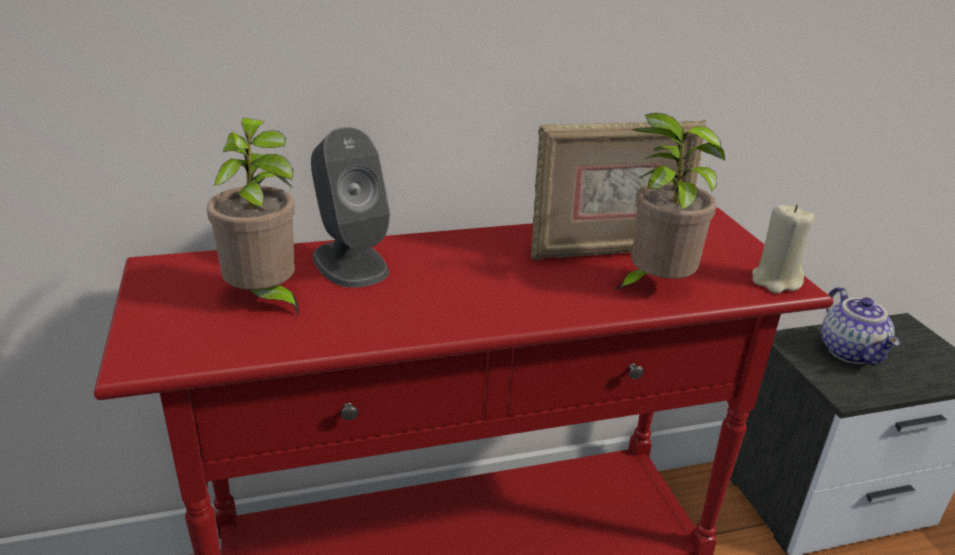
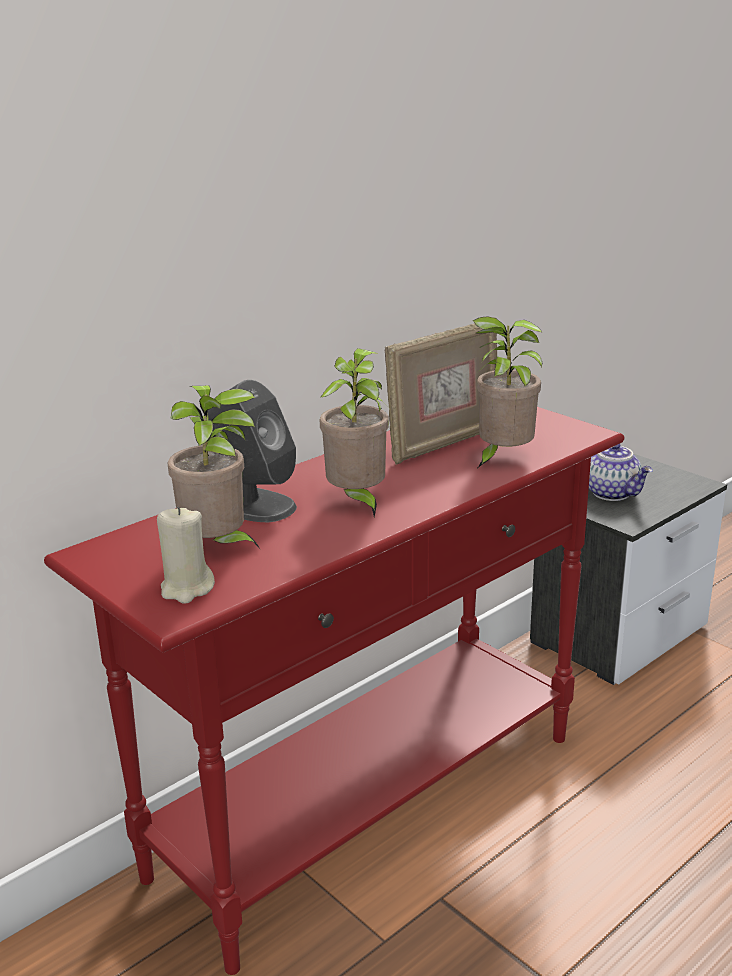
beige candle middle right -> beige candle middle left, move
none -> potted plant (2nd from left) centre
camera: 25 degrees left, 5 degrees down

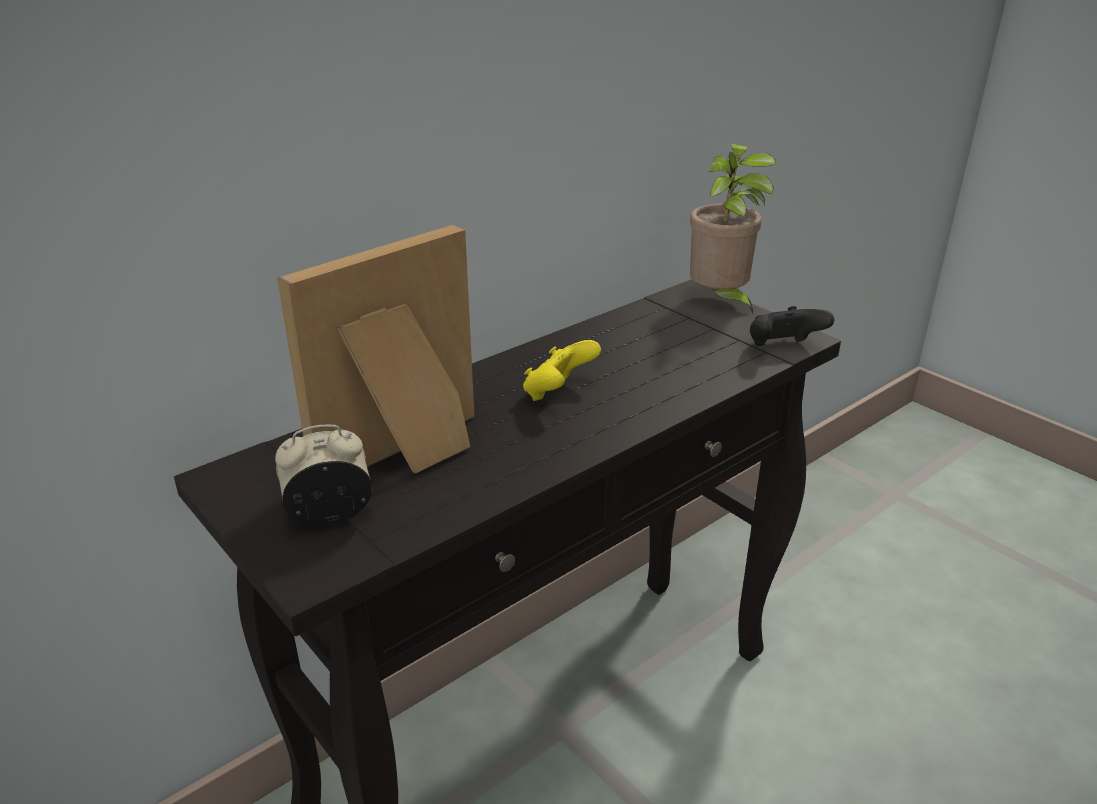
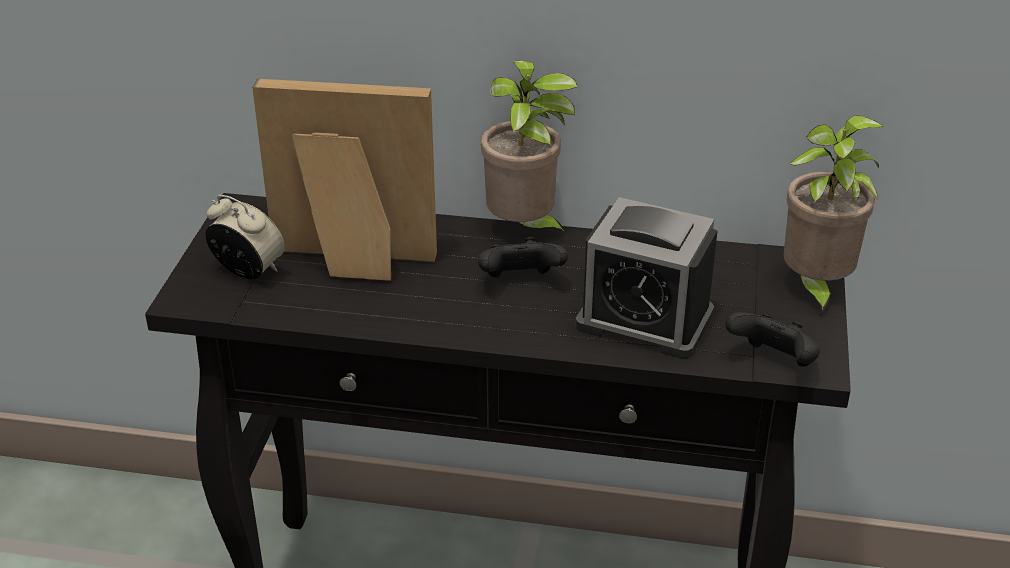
yellow game controller centre -> black game controller (1st from left) centre
none -> potted plant (1st from left) top centre
none -> alarm clock (2nd from left) centre
camera: 50 degrees right, 5 degrees up

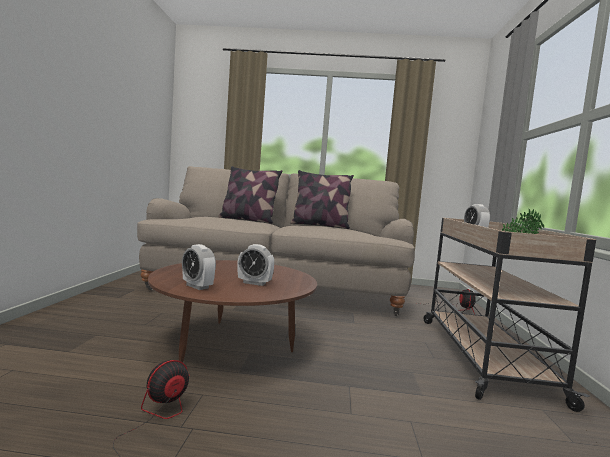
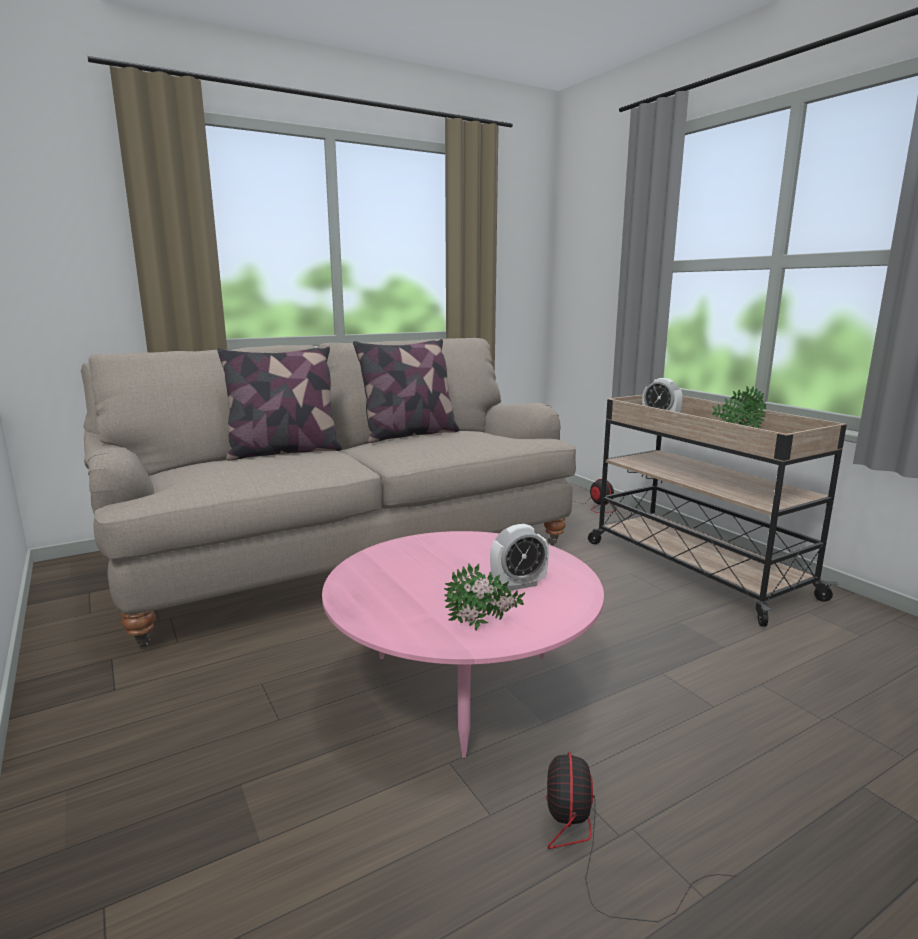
alarm clock (1st from left) middle left -> potted plant (1st from left) centre
brown coffee table bottom centre -> pink coffee table bottom centre
camera: 35 degrees left, 10 degrees up

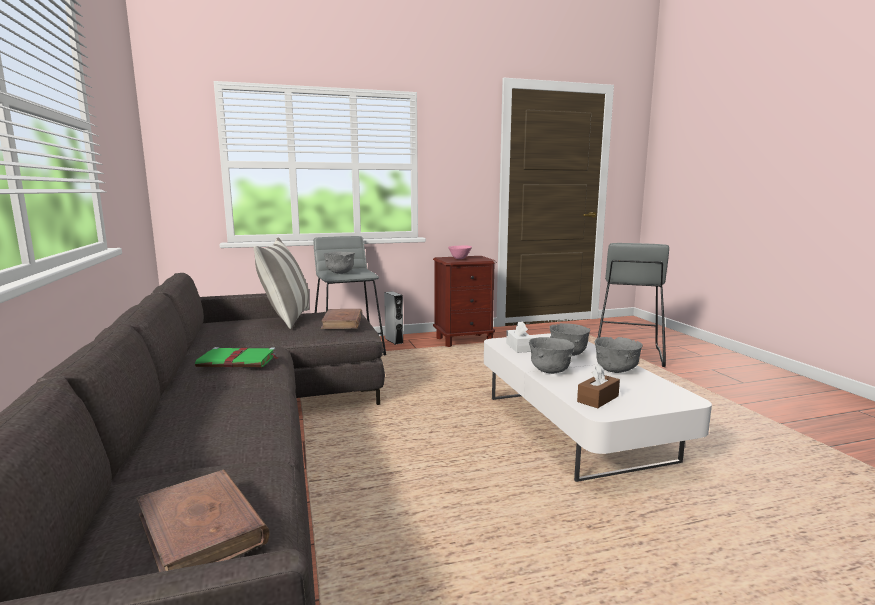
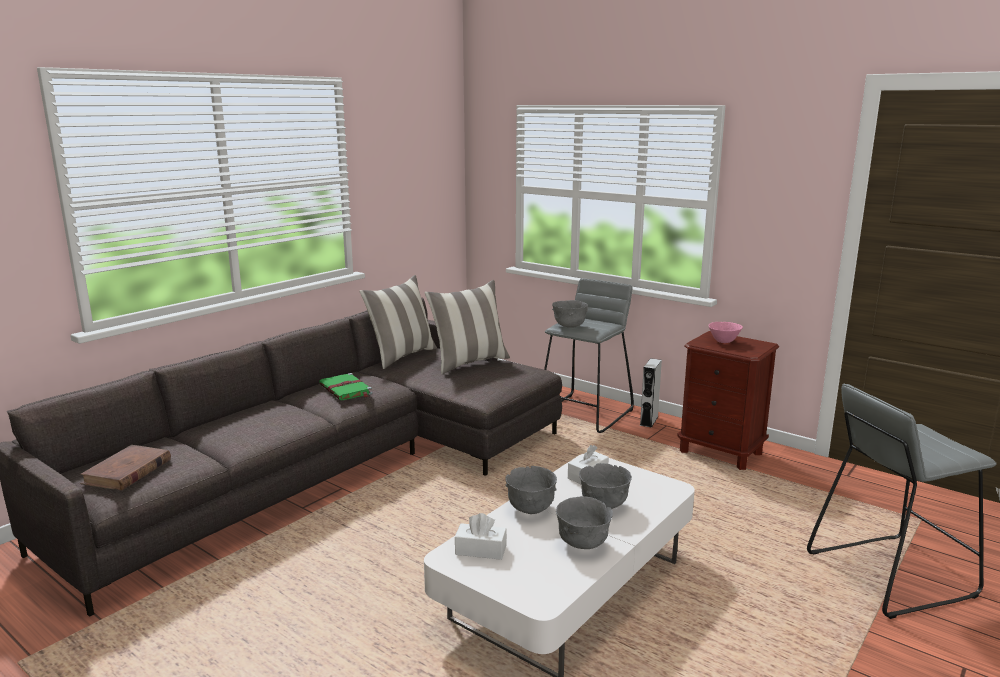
brown book (2nd from left) centre -> none
brown tissue box middle right -> white tissue box (1st from left) bottom centre
none -> pillow (1st from left) centre
camera: 55 degrees right, 5 degrees up

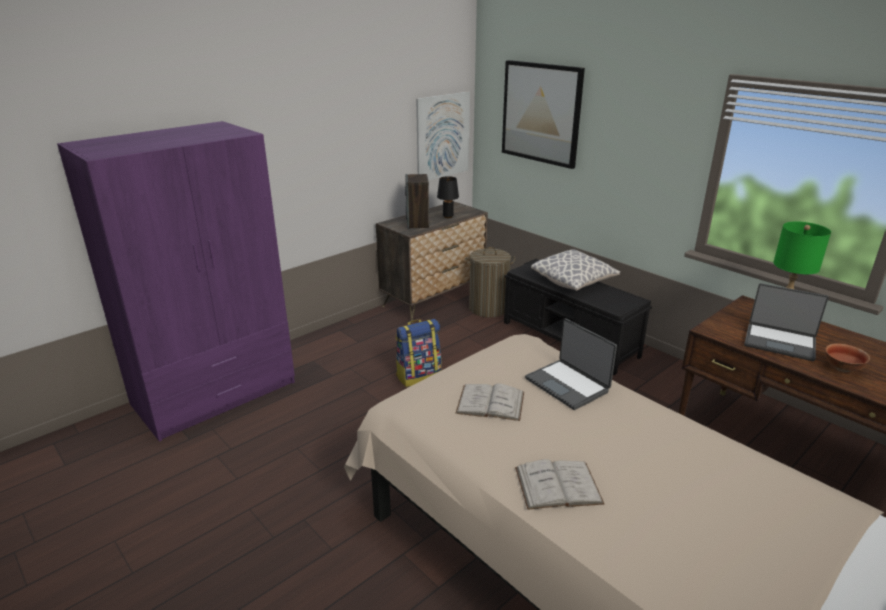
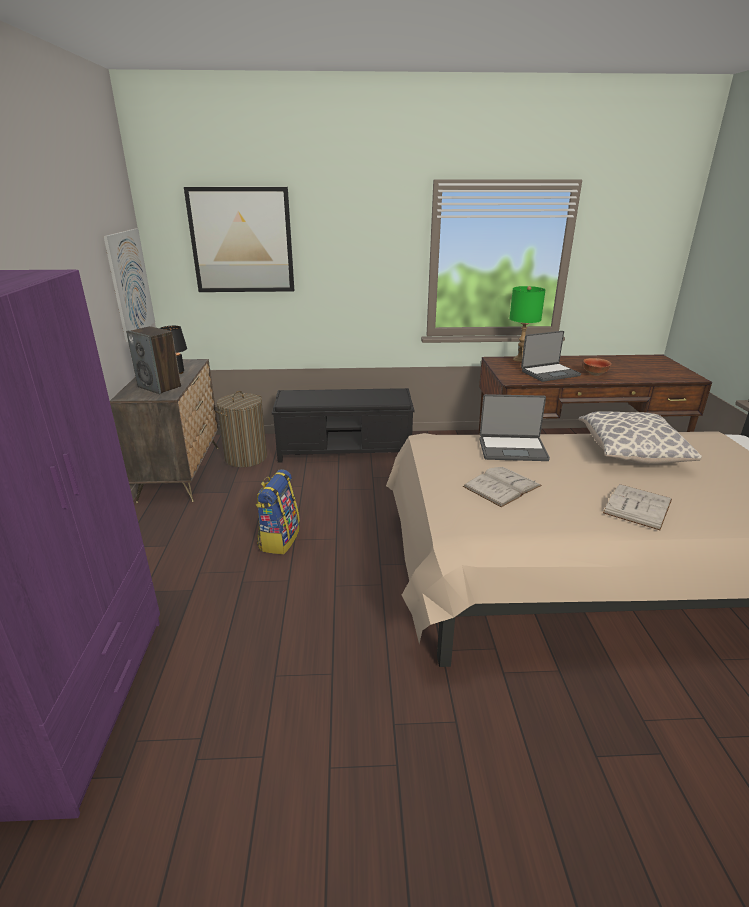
pillow centre -> pillow middle right, move
camera: 50 degrees left, 0 degrees up

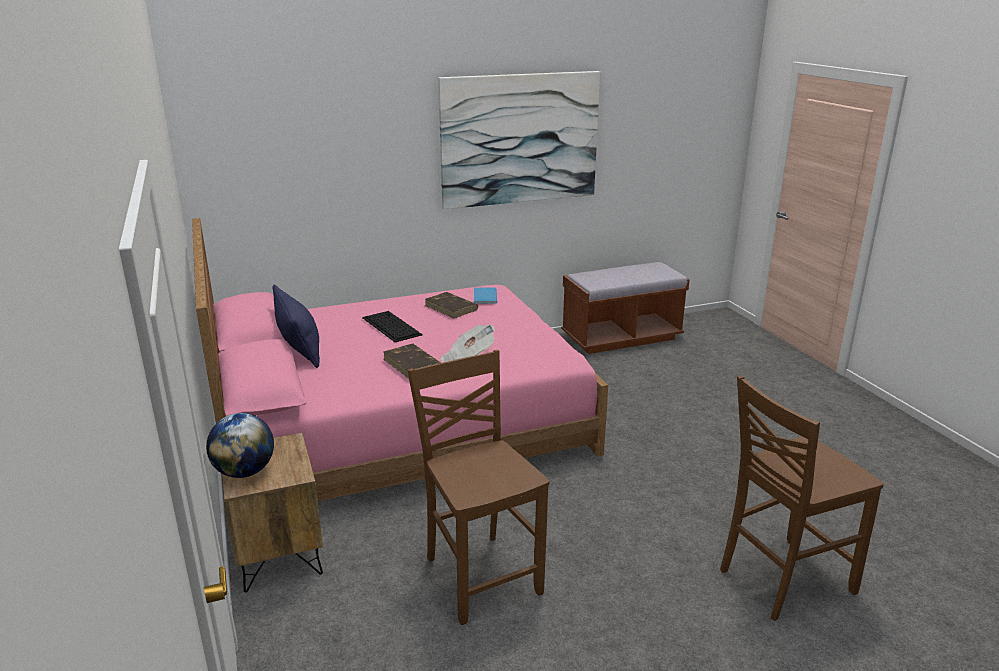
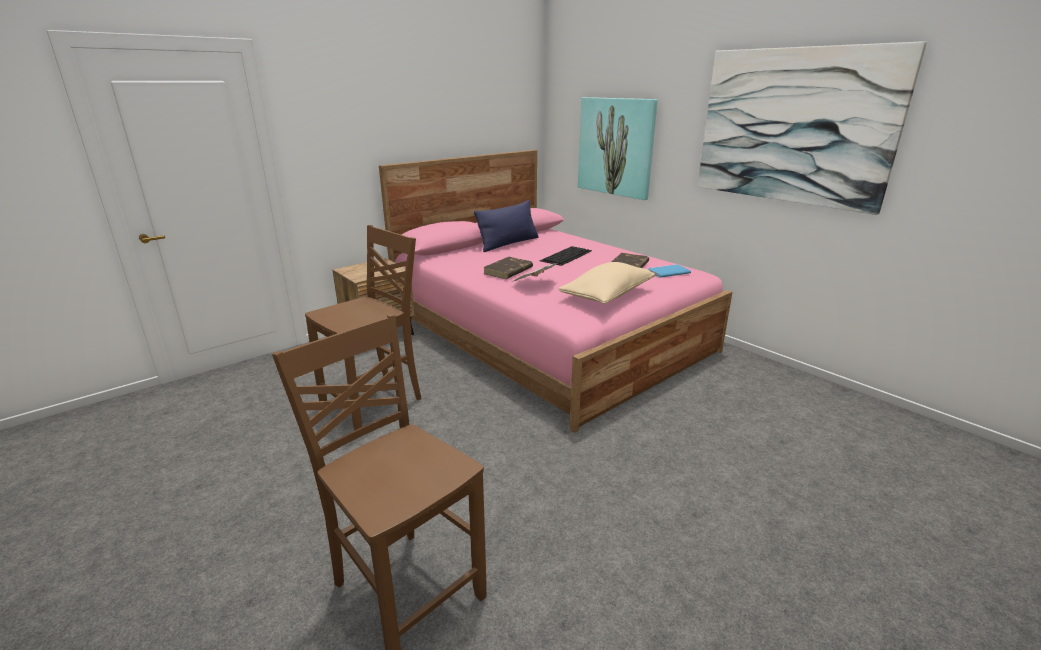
brown bench centre -> none
globe middle left -> none
none -> picture (1st from left) top centre
none -> beige pillow centre
camera: 70 degrees right, 0 degrees up

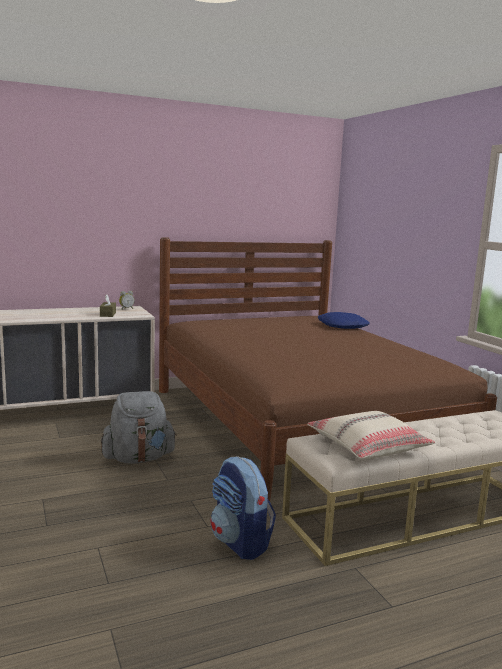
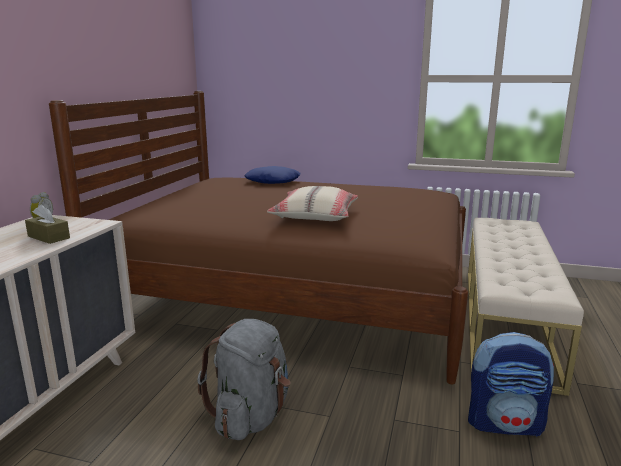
beige pillow middle right -> beige pillow centre, move
camera: 50 degrees left, 5 degrees up

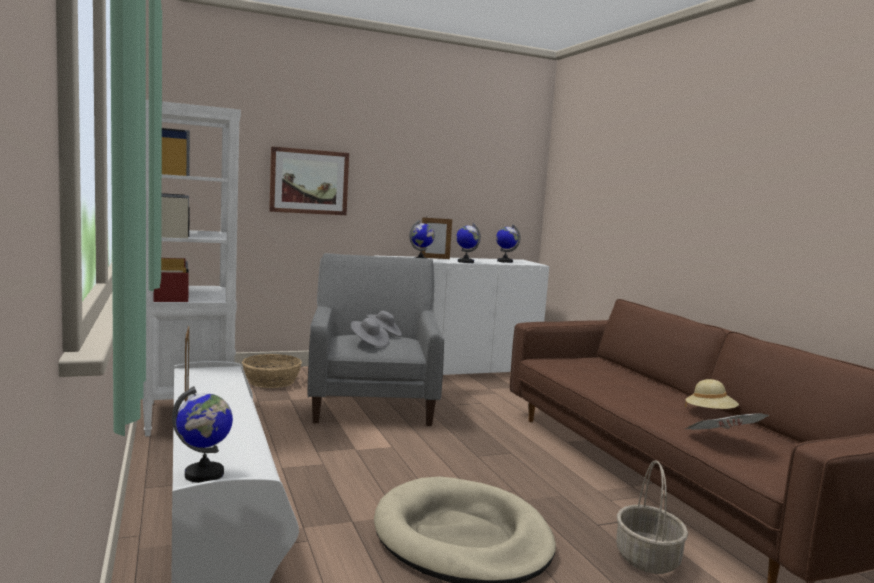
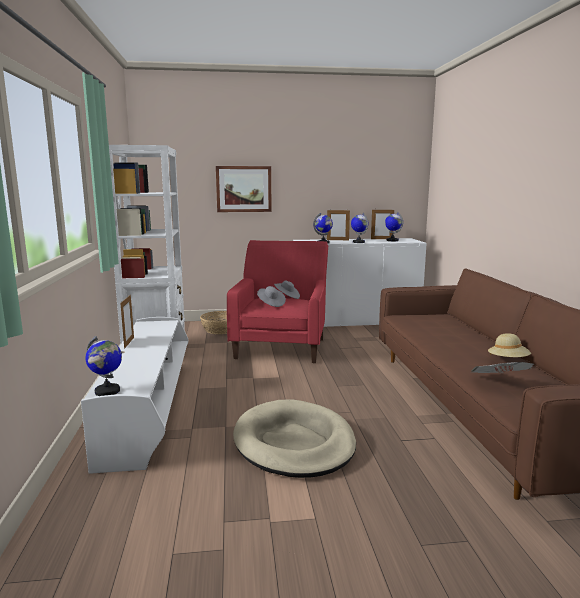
grey armchair centre -> red armchair centre
basket (2nd from left) bottom right -> none
none -> picture frame (3rd from left) centre
camera: 15 degrees right, 5 degrees up

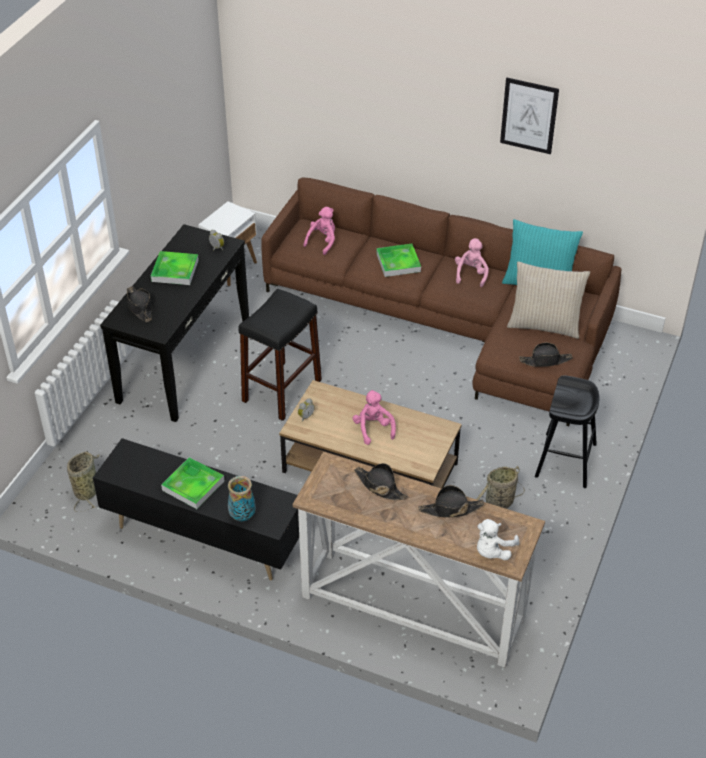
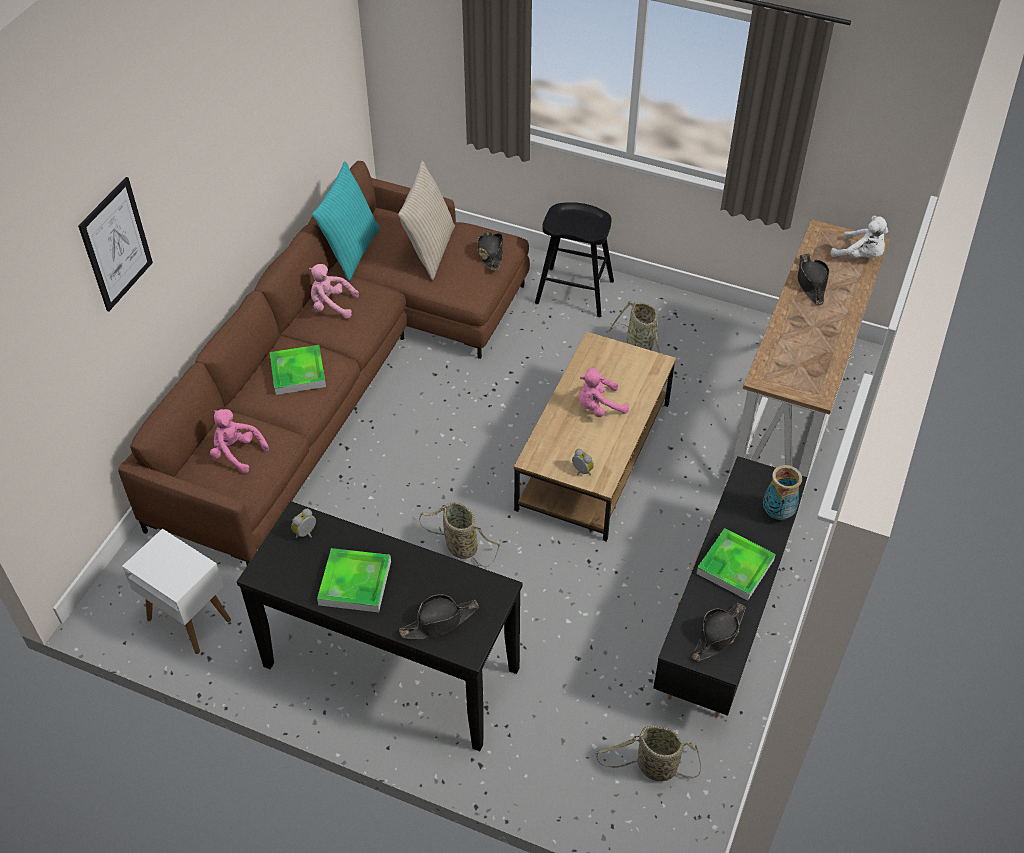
picture top right -> picture top left, move
black stool (1st from left) centre -> basket (1st from left) centre
black hat (2nd from left in the first image) centre -> black hat (3rd from left) bottom right, move
camera: 90 degrees left, 5 degrees up

